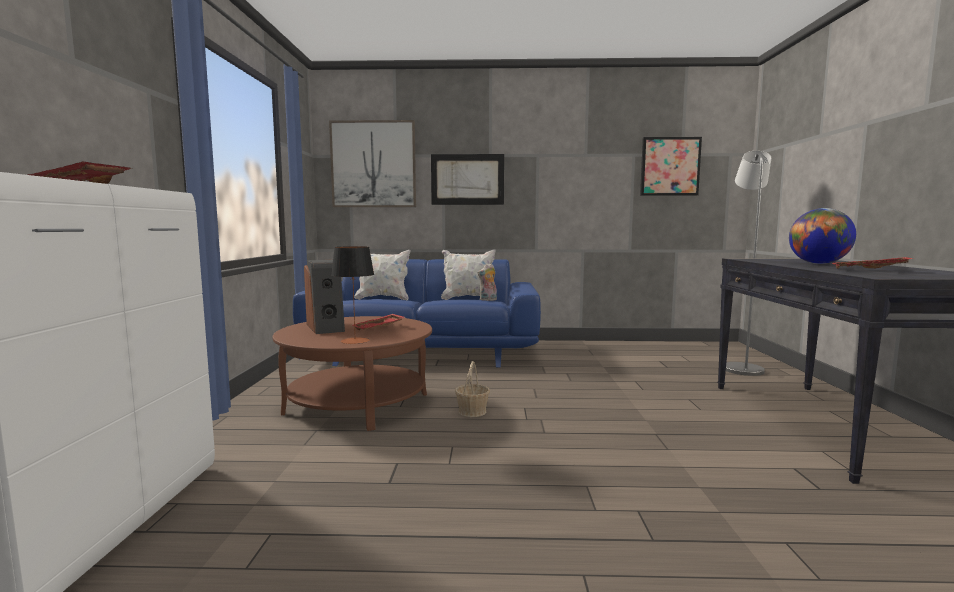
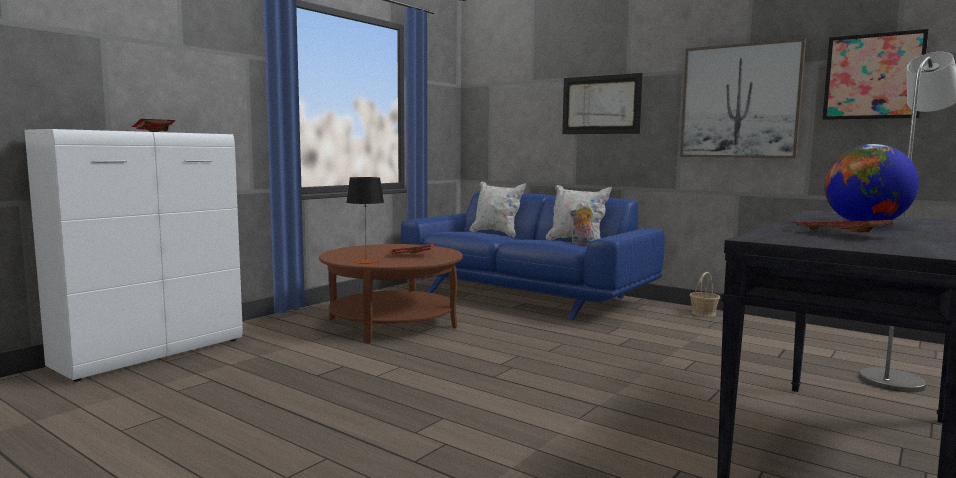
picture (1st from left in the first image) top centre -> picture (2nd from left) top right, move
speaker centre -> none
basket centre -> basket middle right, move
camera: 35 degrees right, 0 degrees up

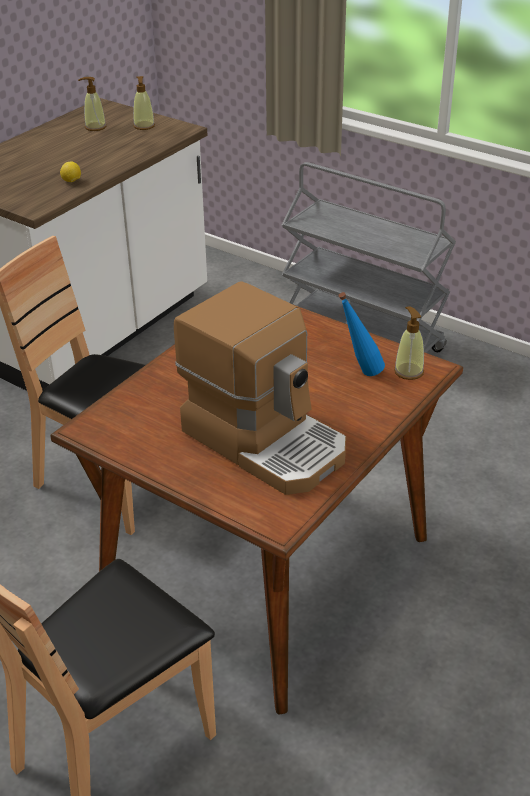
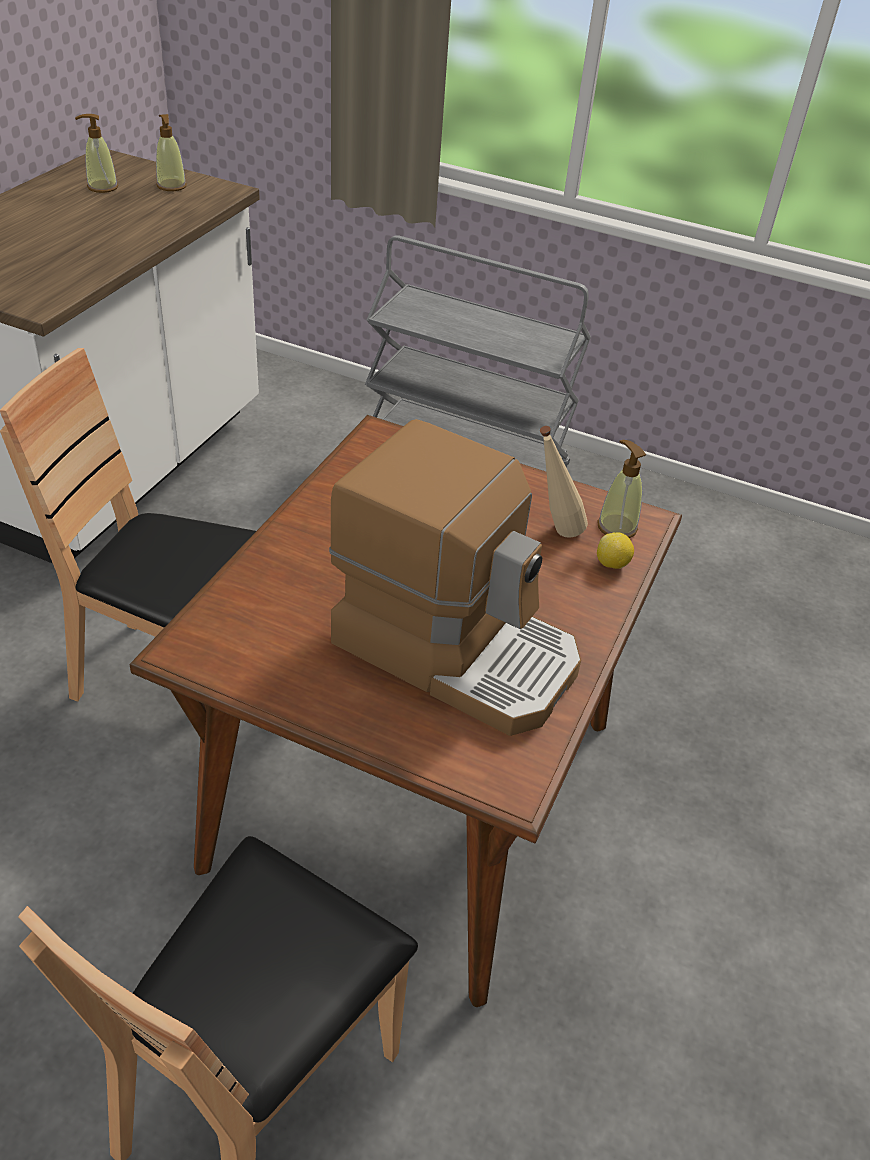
lemon top left -> lemon middle right, move
blue bottle middle right -> beige bottle centre
camera: 15 degrees left, 5 degrees up

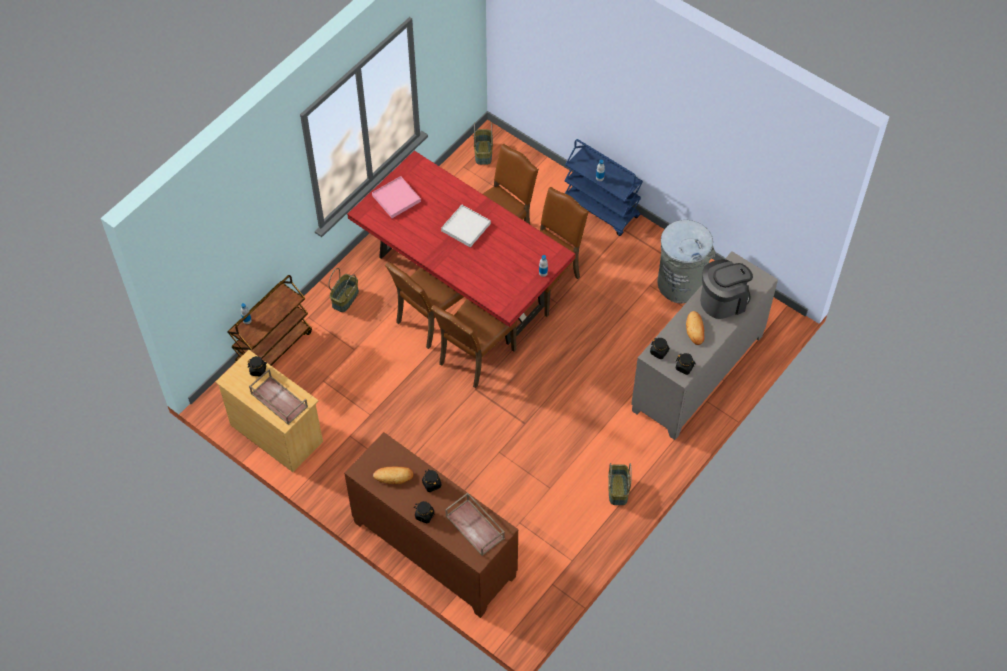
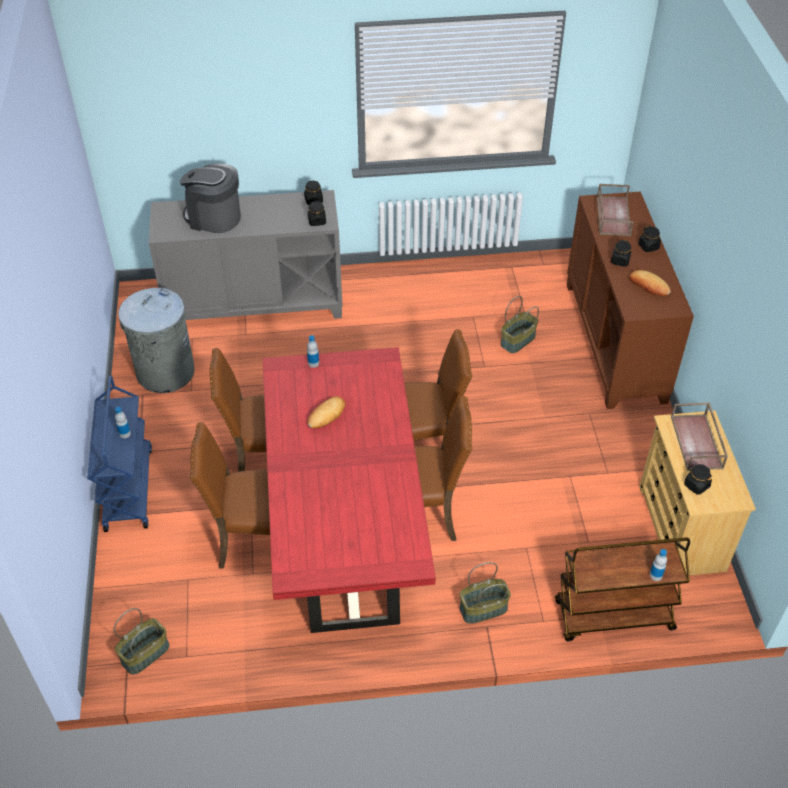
pink tray top centre -> none
white tray centre -> none
bread (2nd from left in the first image) middle right -> bread (1st from left) centre, move
basket (3rd from left) bottom centre -> basket (3rd from left) centre, move
camera: 135 degrees left, 10 degrees down

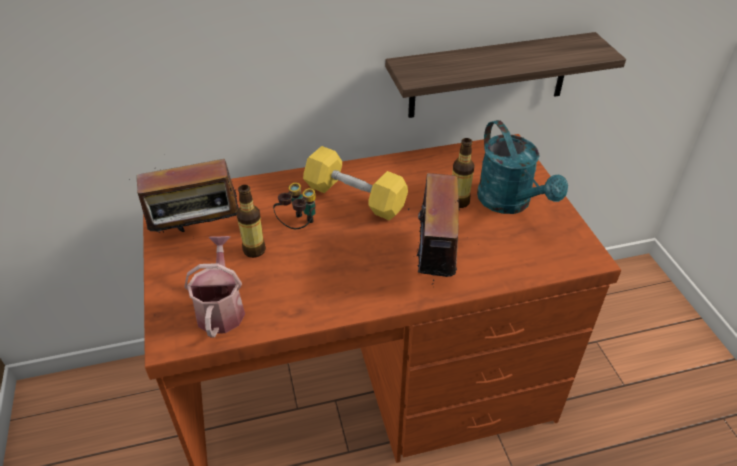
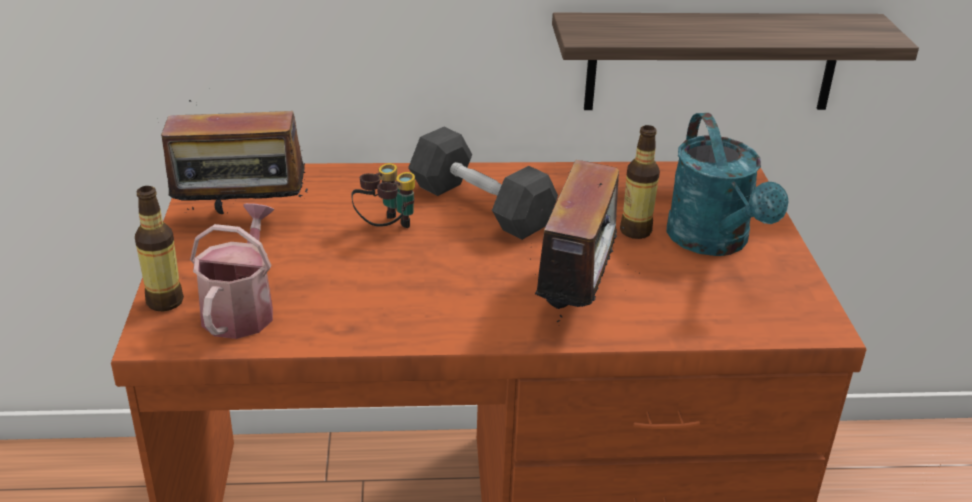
yellow dumbbell centre -> grey dumbbell centre
bottle (1st from left) centre -> bottle (1st from left) middle left, move
camera: 10 degrees right, 10 degrees down

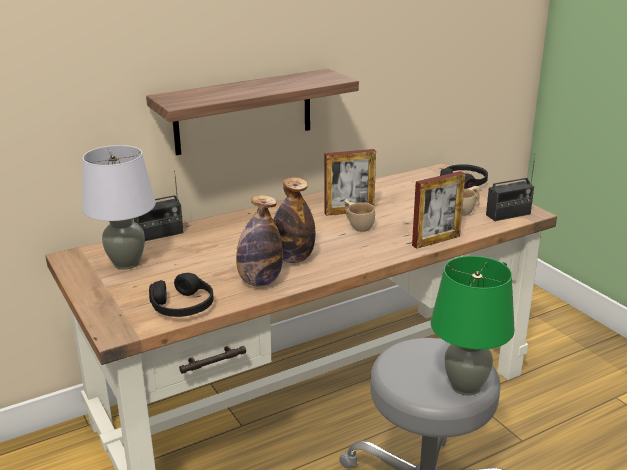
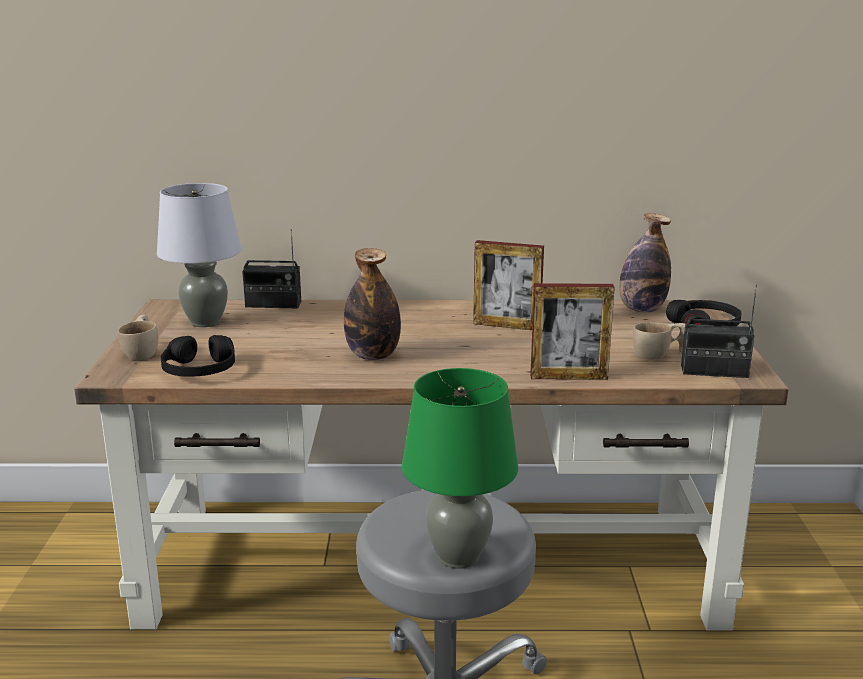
shelf top centre -> none
bottle (1st from left in the first image) centre -> bottle (2nd from left) middle right, move
beige cup (1st from left) centre -> beige cup (1st from left) middle left, move
camera: 30 degrees right, 5 degrees down

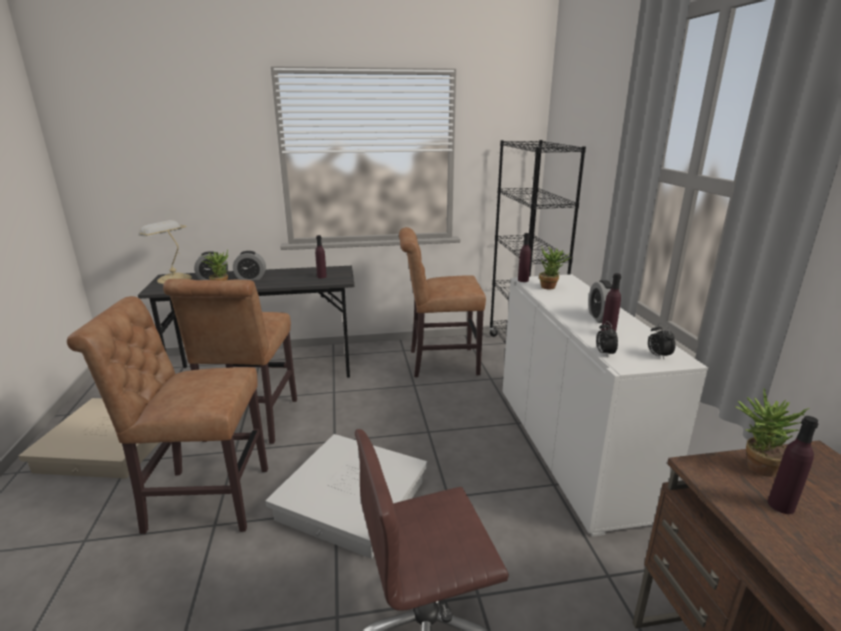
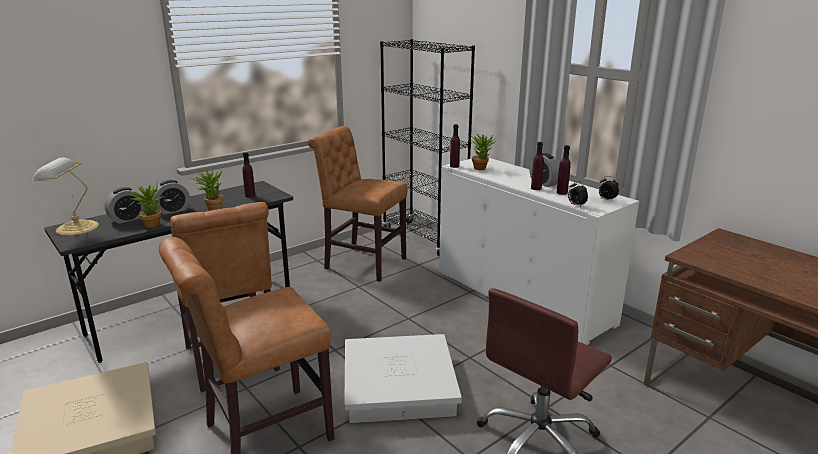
brown chair (3rd from left) centre, 60 degrees clockwise
potted plant (3rd from left in the first image) bottom right -> potted plant (2nd from left) middle left, move
purple bottle (4th from left in the first image) bottom right -> purple bottle (3rd from left) centre, move
camera: 30 degrees left, 0 degrees up

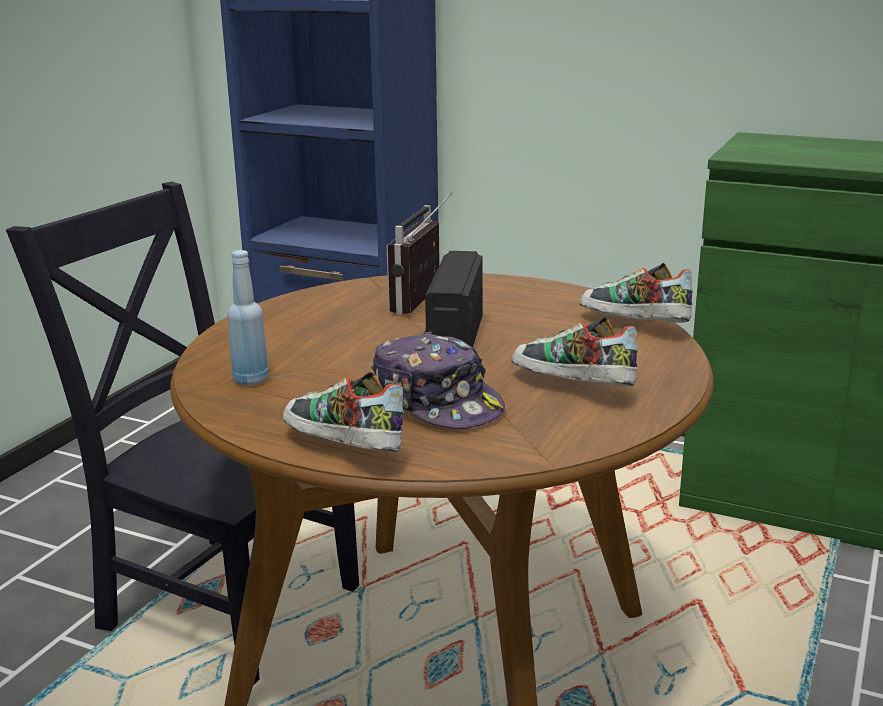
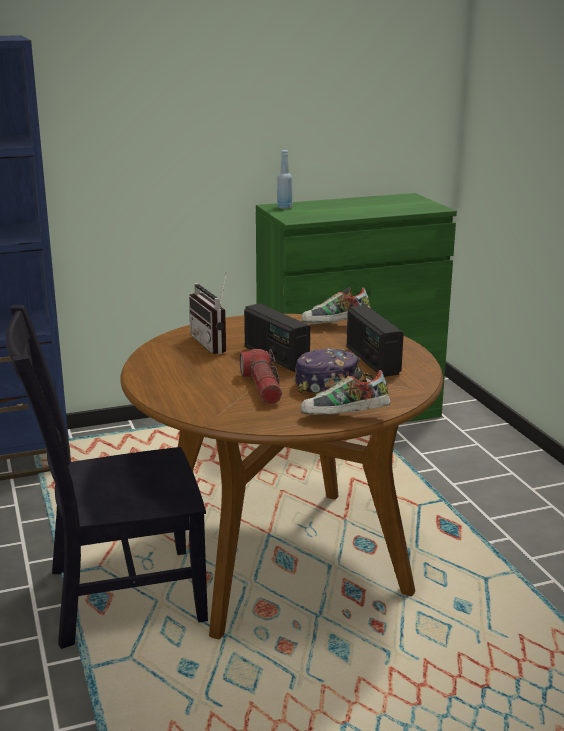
blue bottle middle left -> blue bottle top centre, move
shoe (2nd from left) centre -> radio (3rd from left) centre
none -> flashlight centre
camera: 45 degrees left, 0 degrees up

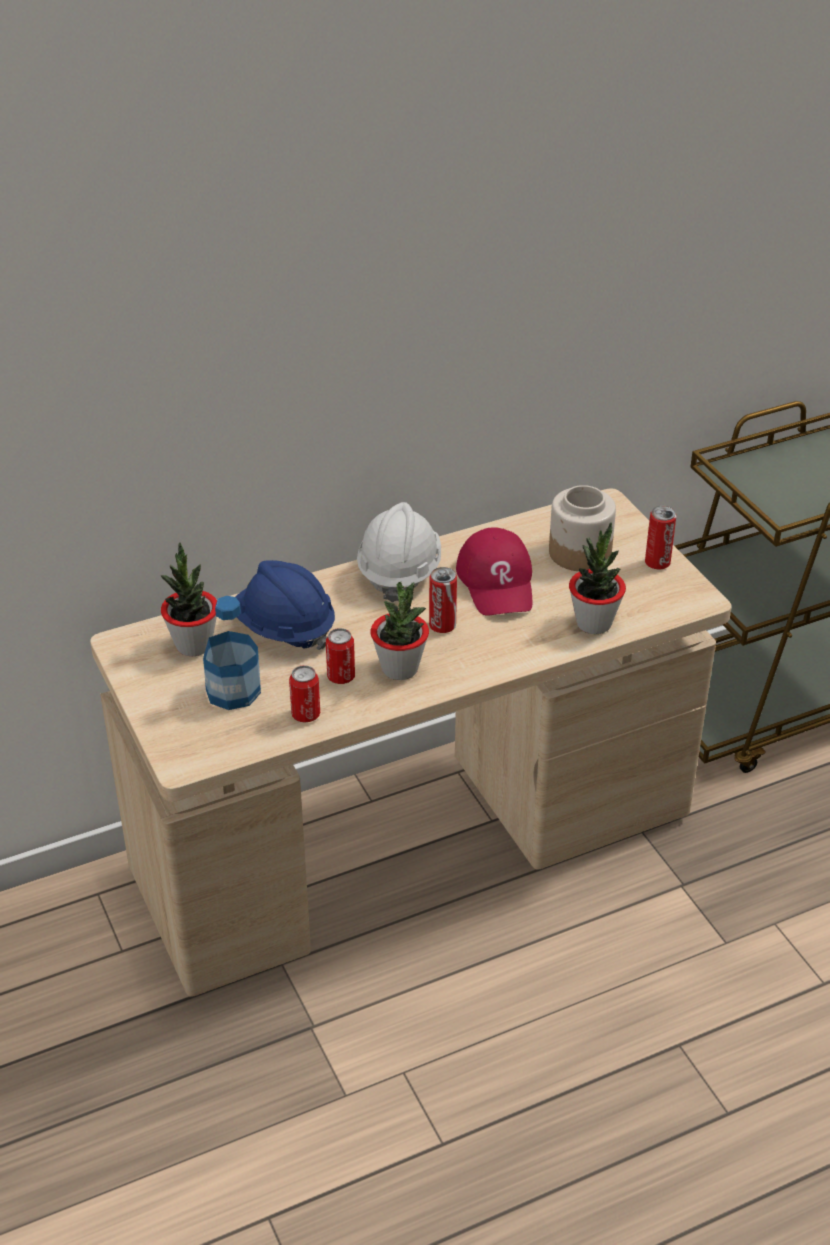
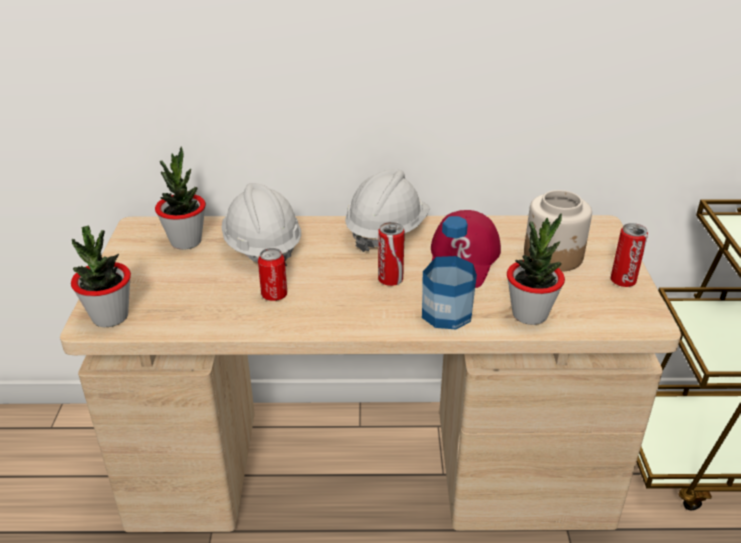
blue hard hat centre -> white hard hat (1st from left) centre
potted plant (2nd from left in the first image) centre -> potted plant (1st from left) middle left, move
bottle middle left -> bottle centre, move
can (1st from left) centre -> none
camera: 25 degrees right, 5 degrees down

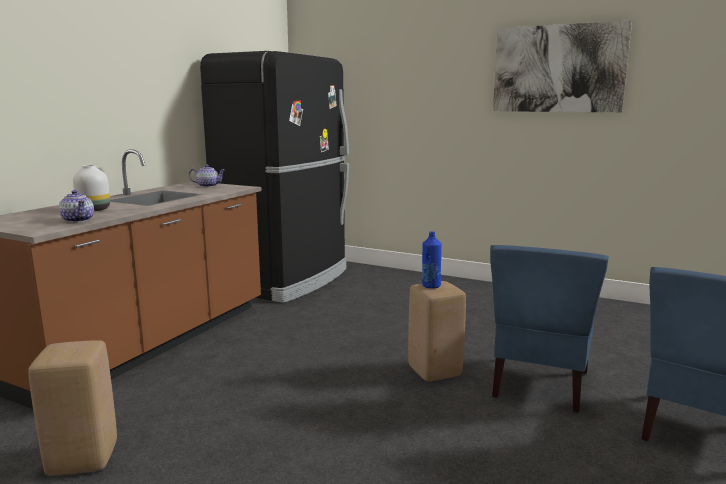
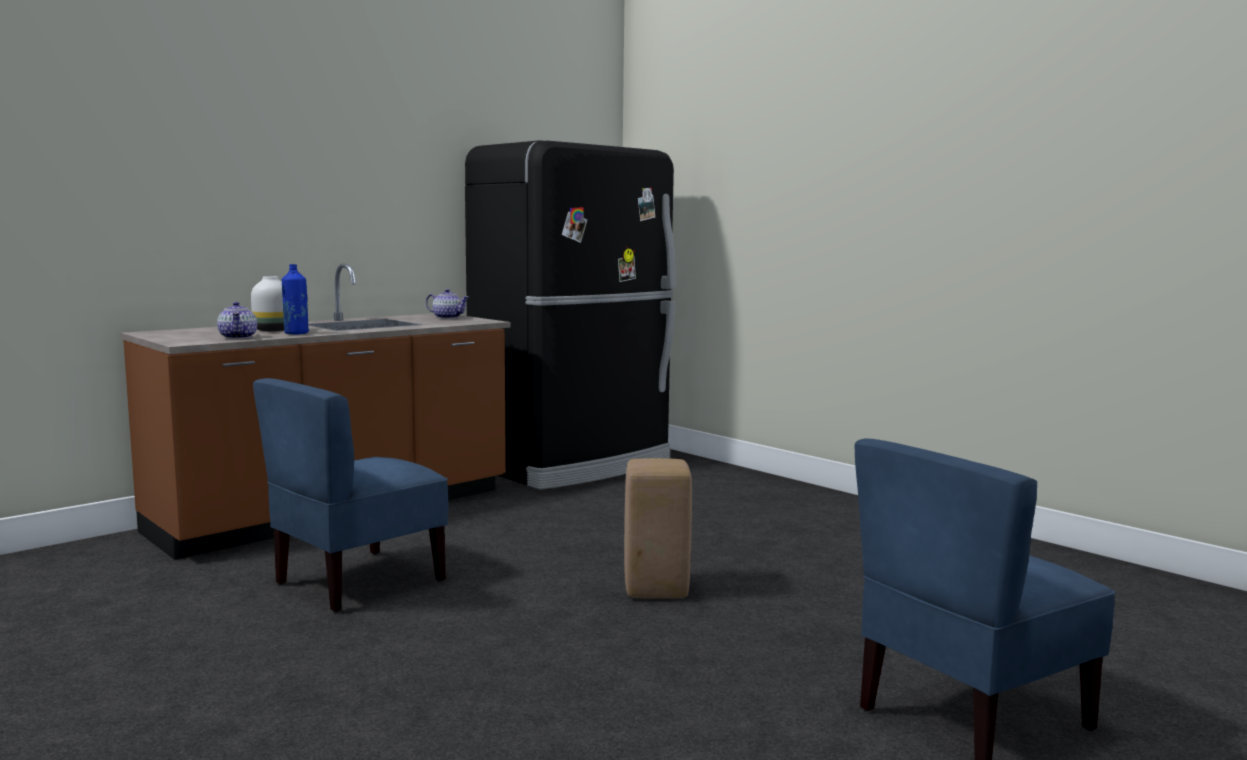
picture top right -> none
blue bottle centre -> blue bottle middle left, move
blue chair (1st from left) bottom right -> blue chair (1st from left) middle left, move
beige stool (1st from left) bottom left -> none
camera: 20 degrees right, 5 degrees down

